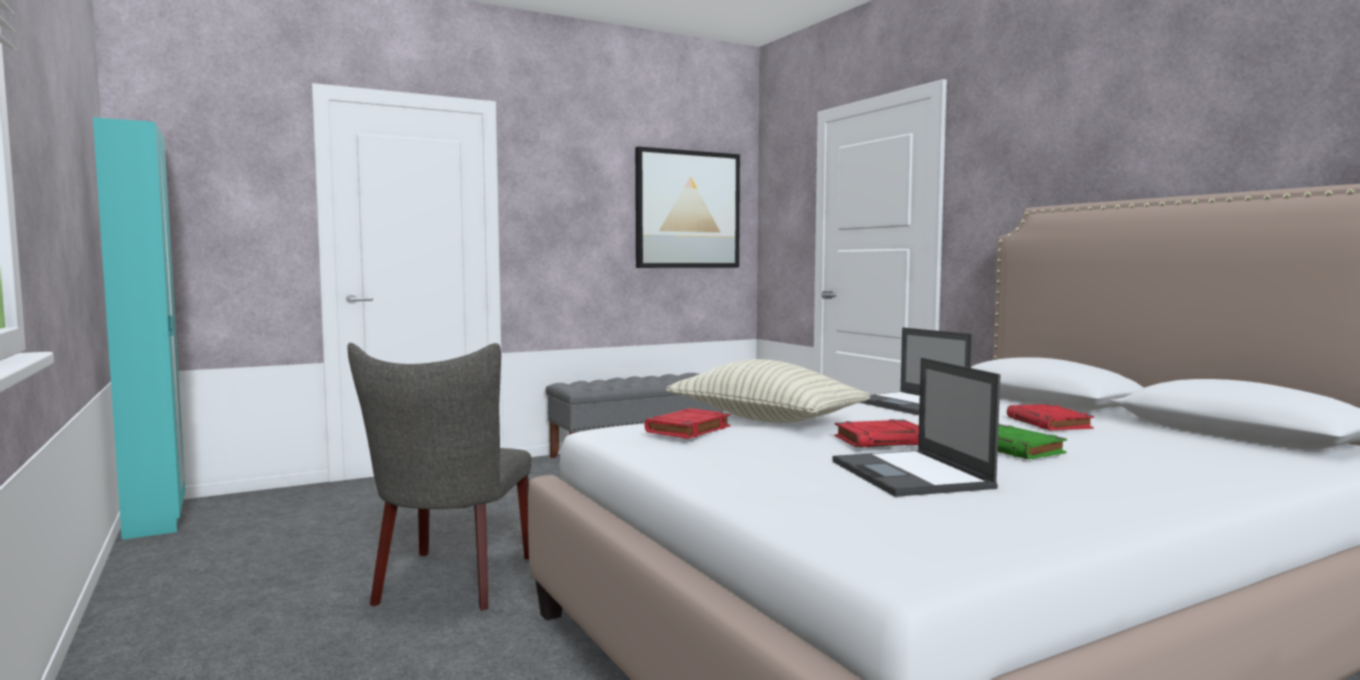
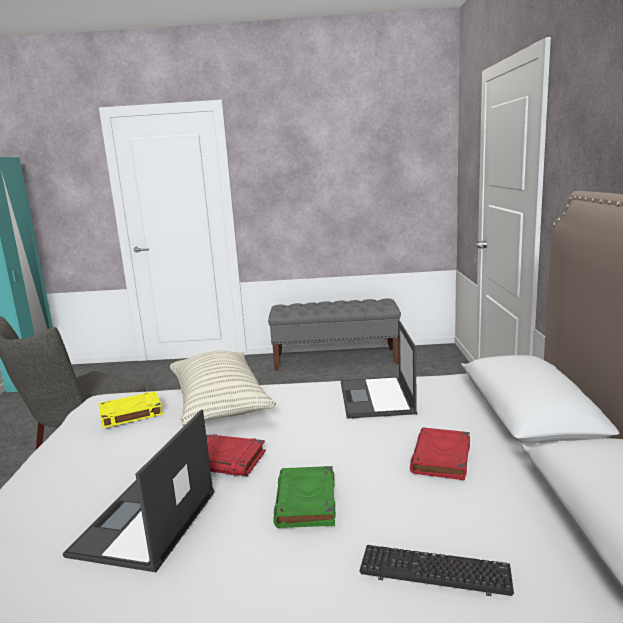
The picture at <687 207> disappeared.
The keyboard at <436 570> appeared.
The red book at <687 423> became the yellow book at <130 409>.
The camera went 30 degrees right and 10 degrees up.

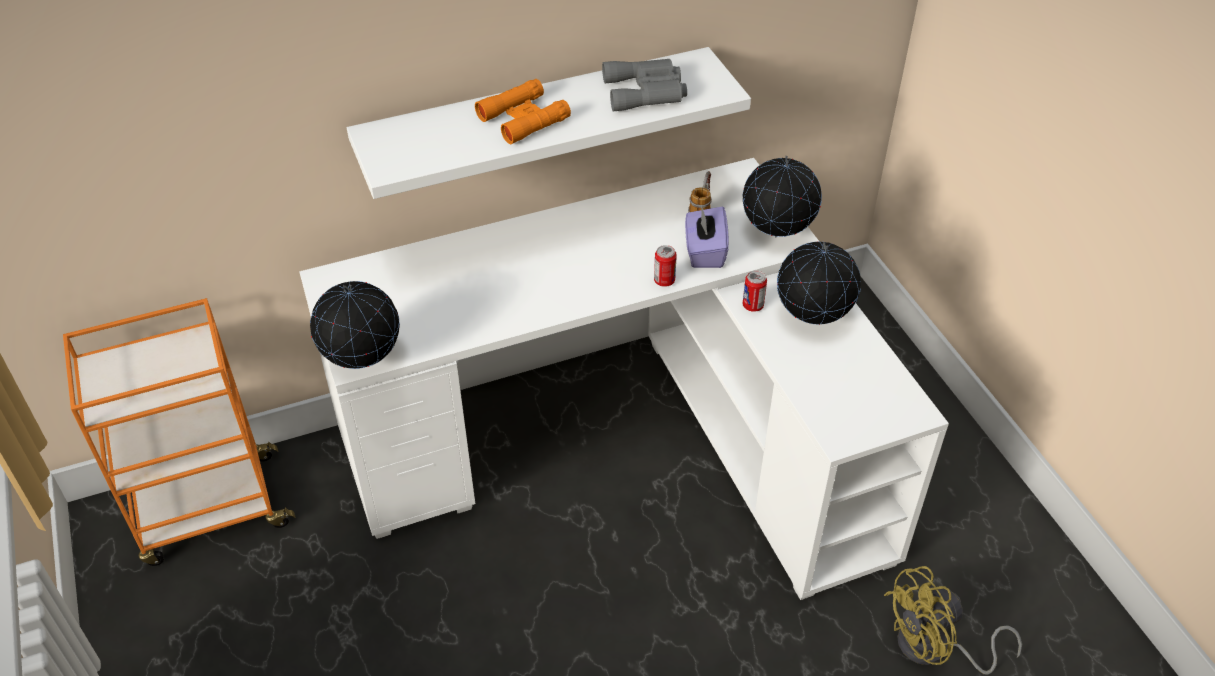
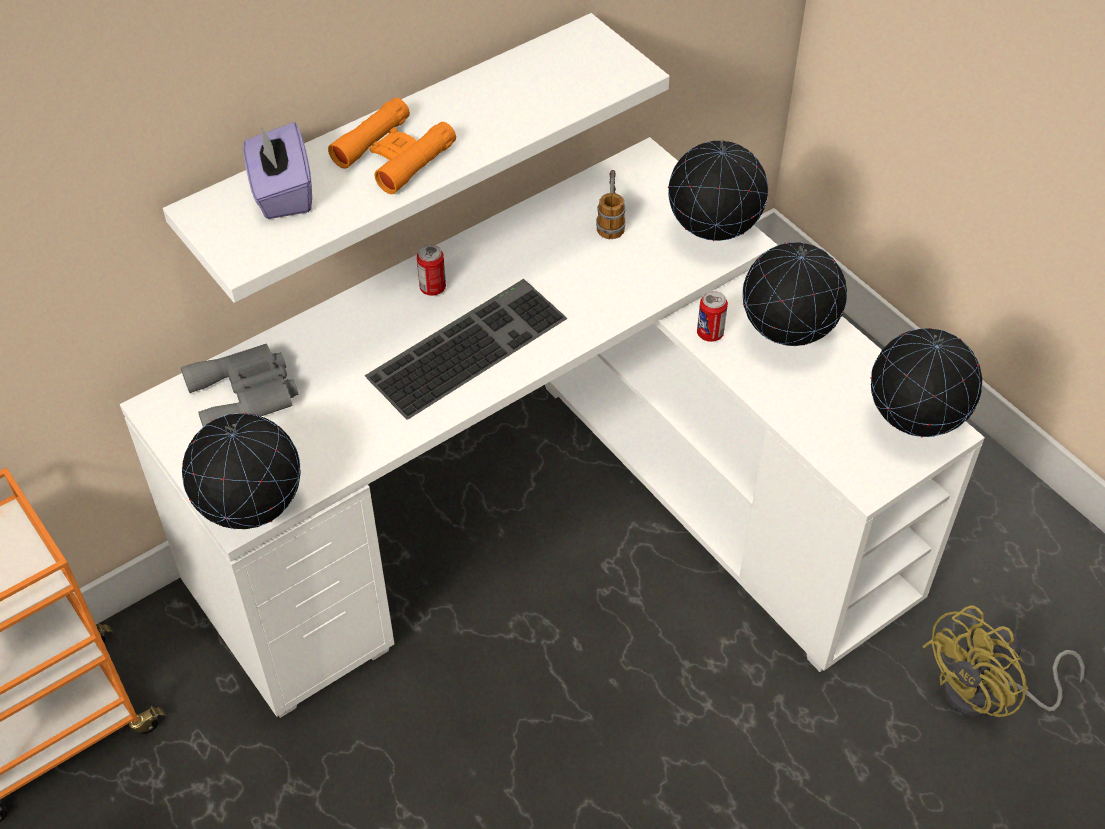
The keyboard at <466 349> appeared.
The globe at <926 383> appeared.
The grey binoculars moved from <644 85> to <239 385>.
The can moved from <665 266> to <431 270>.
The purple tissue box moved from <707 237> to <277 170>.
The camera went 15 degrees left and 5 degrees up.

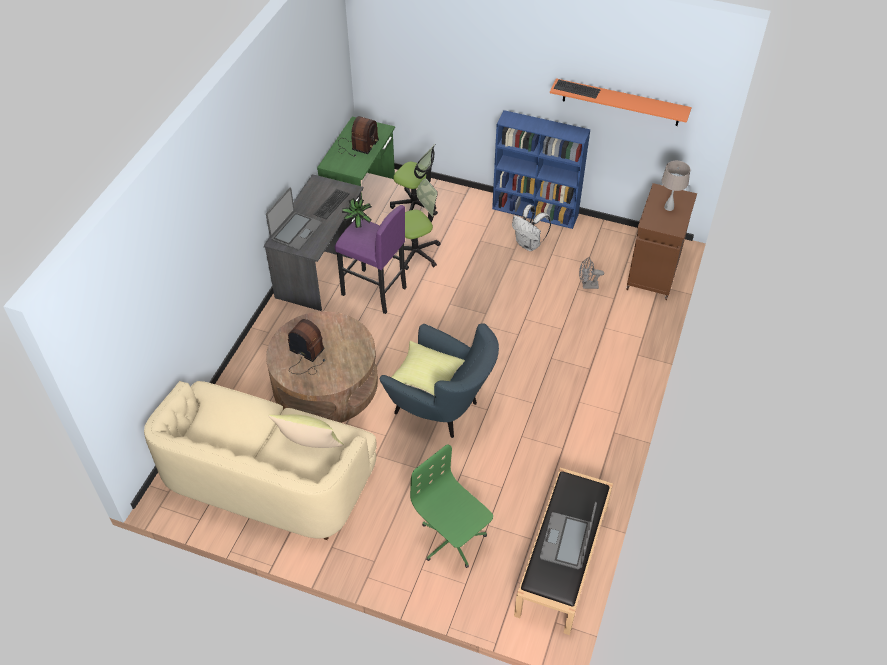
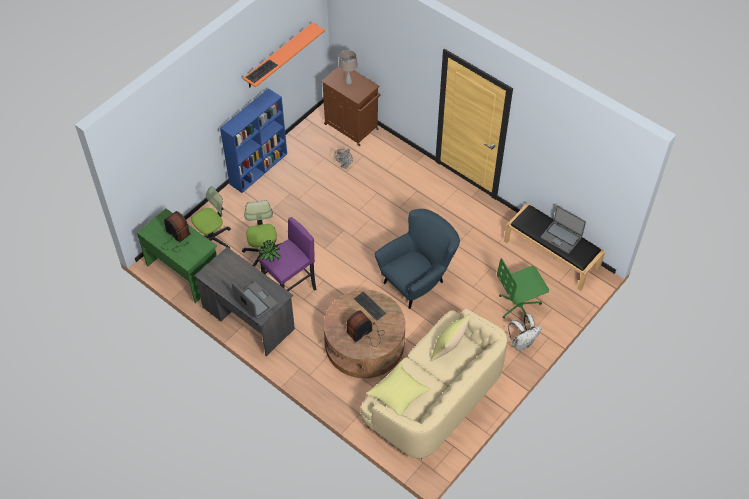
The keyboard moved from <331 204> to <370 306>.
The yellow pillow moved from <428 368> to <398 389>.
The white backpack moved from <531 227> to <525 332>.
The camera went 70 degrees left and 5 degrees up.

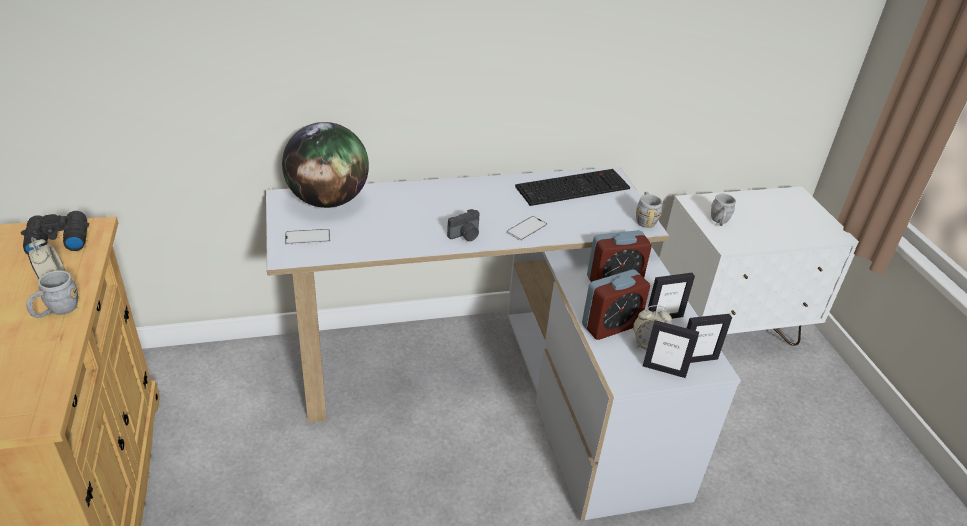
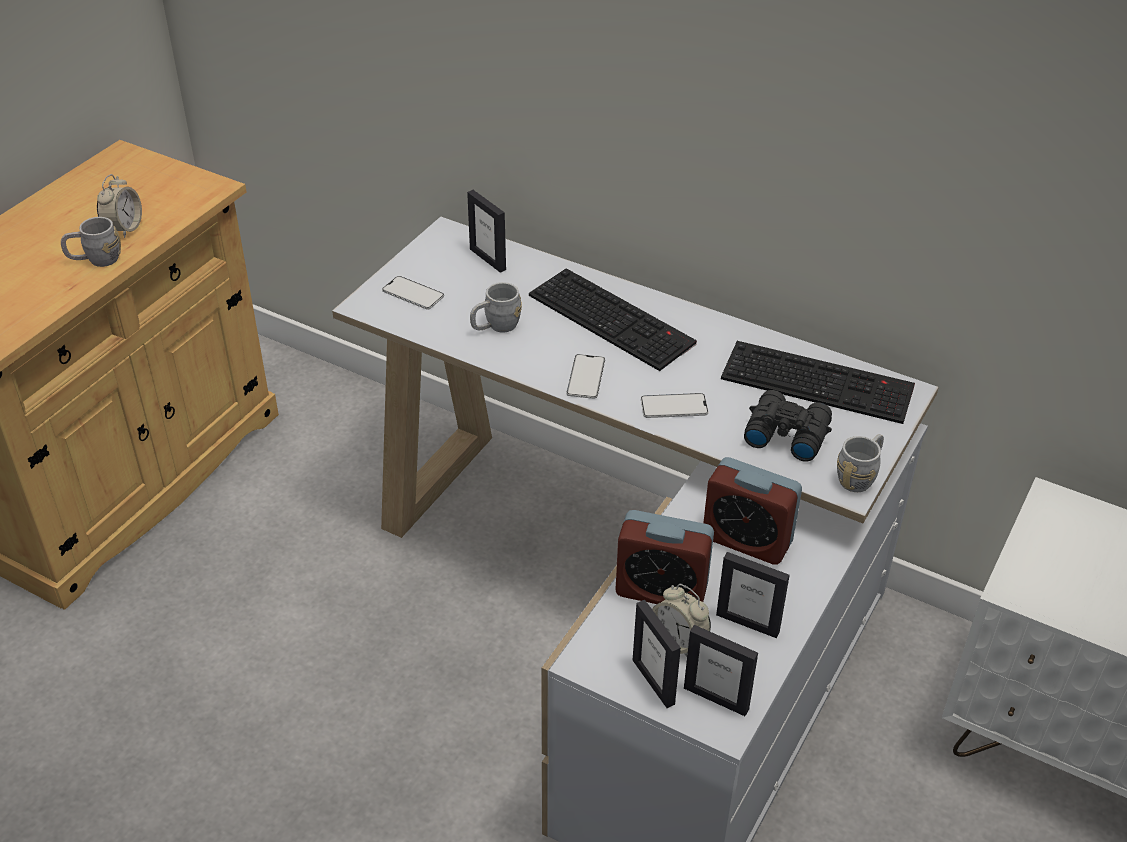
The keyboard at <613 319> appeared.
The black binoculars moved from <55 233> to <788 426>.
The grey mug moved from <723 210> to <496 307>.
The globe at <325 165> was replaced by the picture frame at <486 231>.
The photo camera at <463 225> was replaced by the phone at <585 376>.
The camera went 45 degrees right and 5 degrees up.

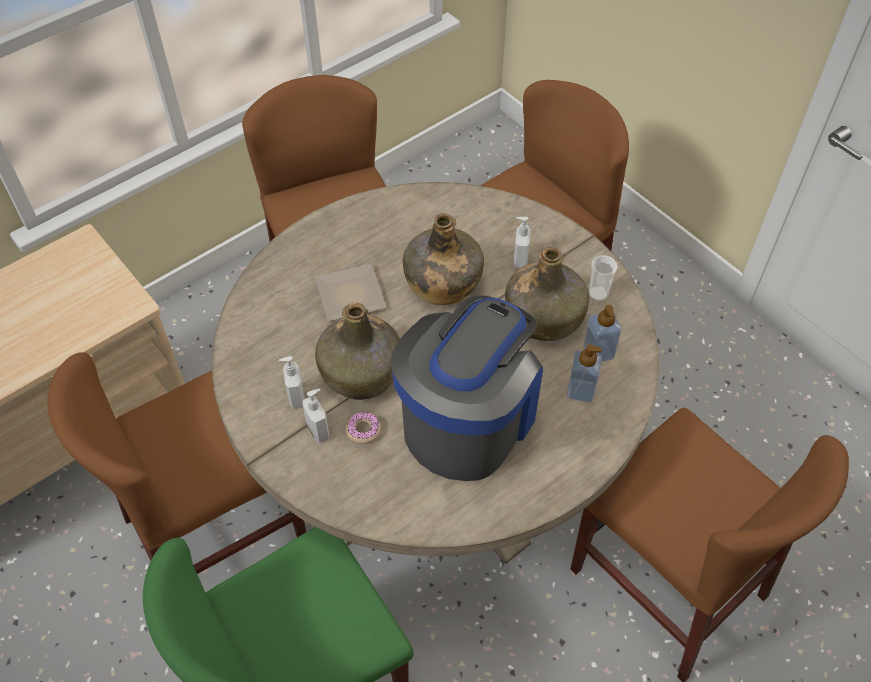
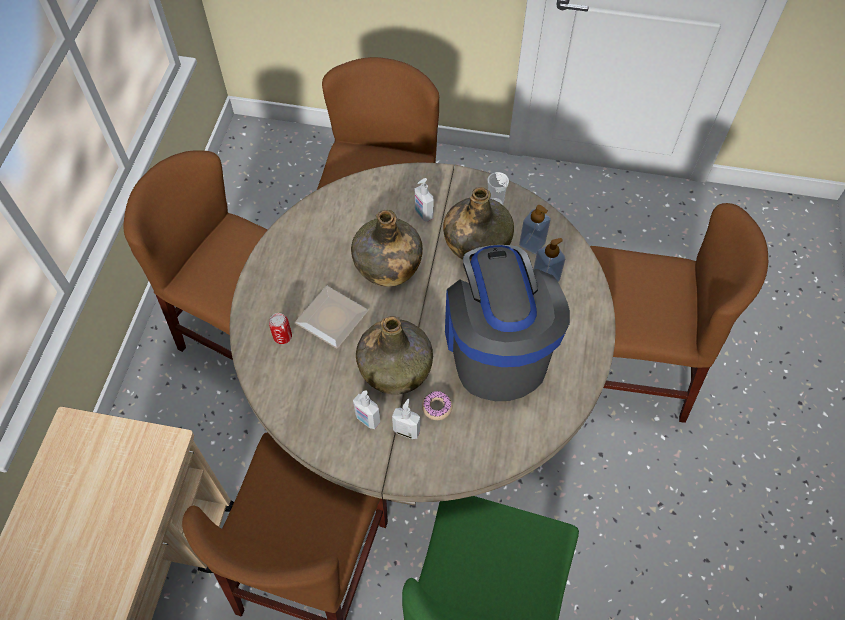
The can at <280 328> appeared.
The camera went 40 degrees left and 5 degrees up.

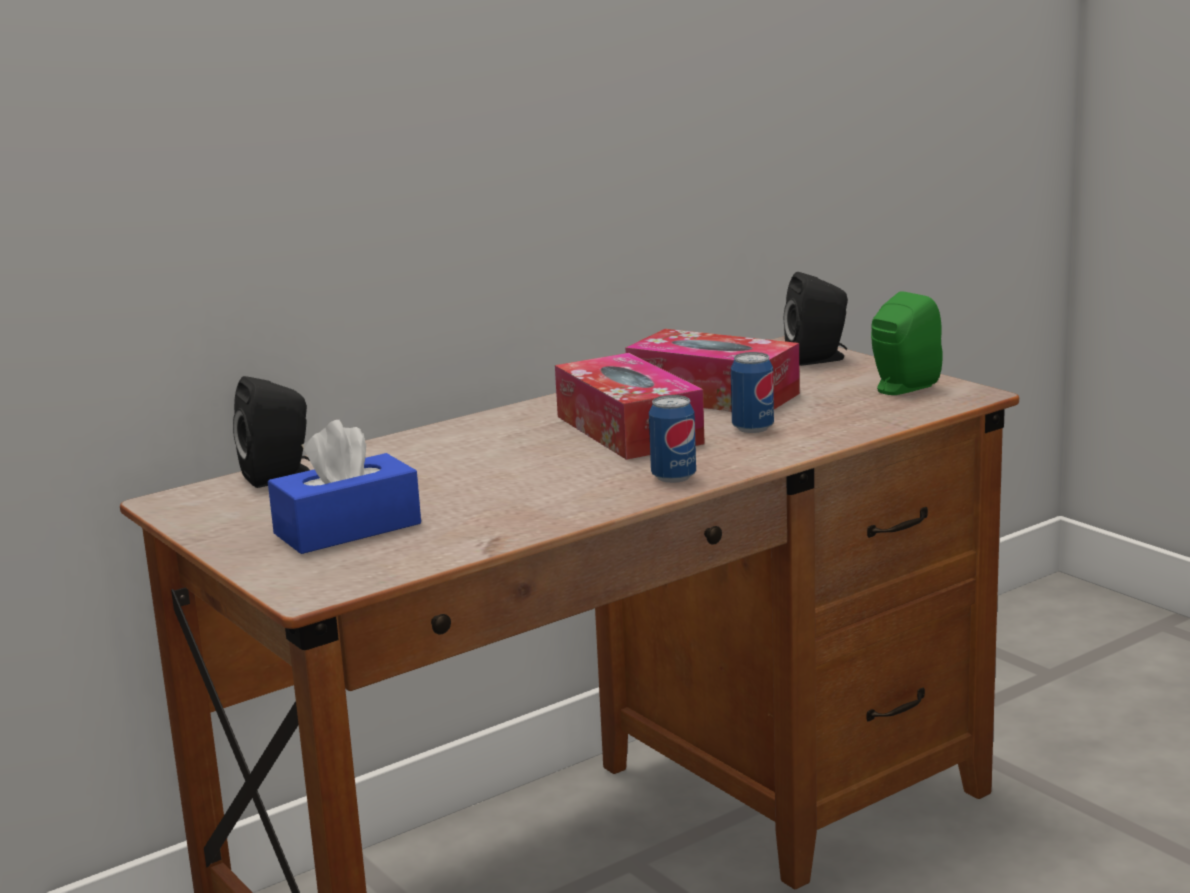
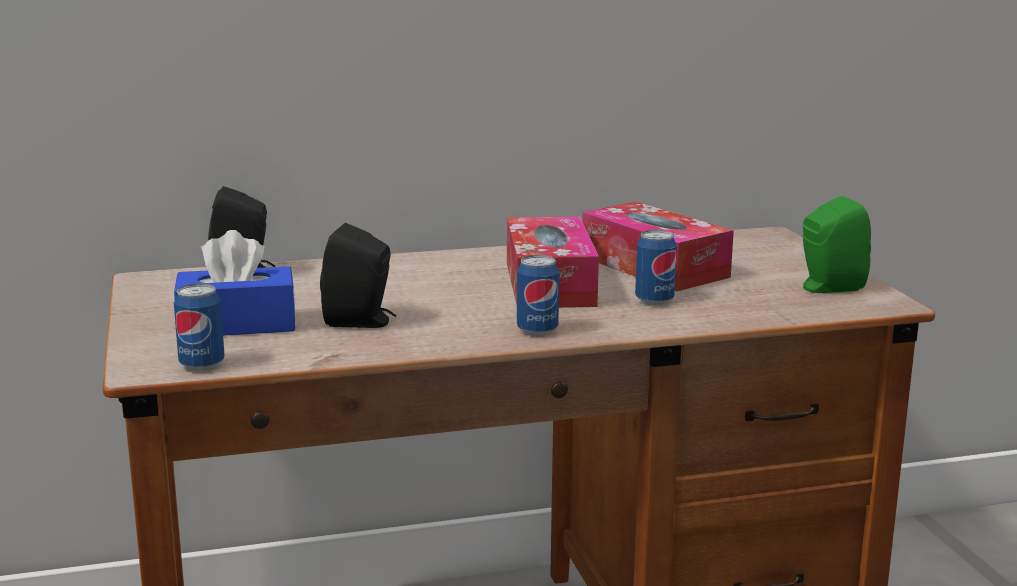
The can at <199 327> appeared.
The black speaker moved from <816 319> to <358 275>.
The camera went 20 degrees right and 0 degrees up.

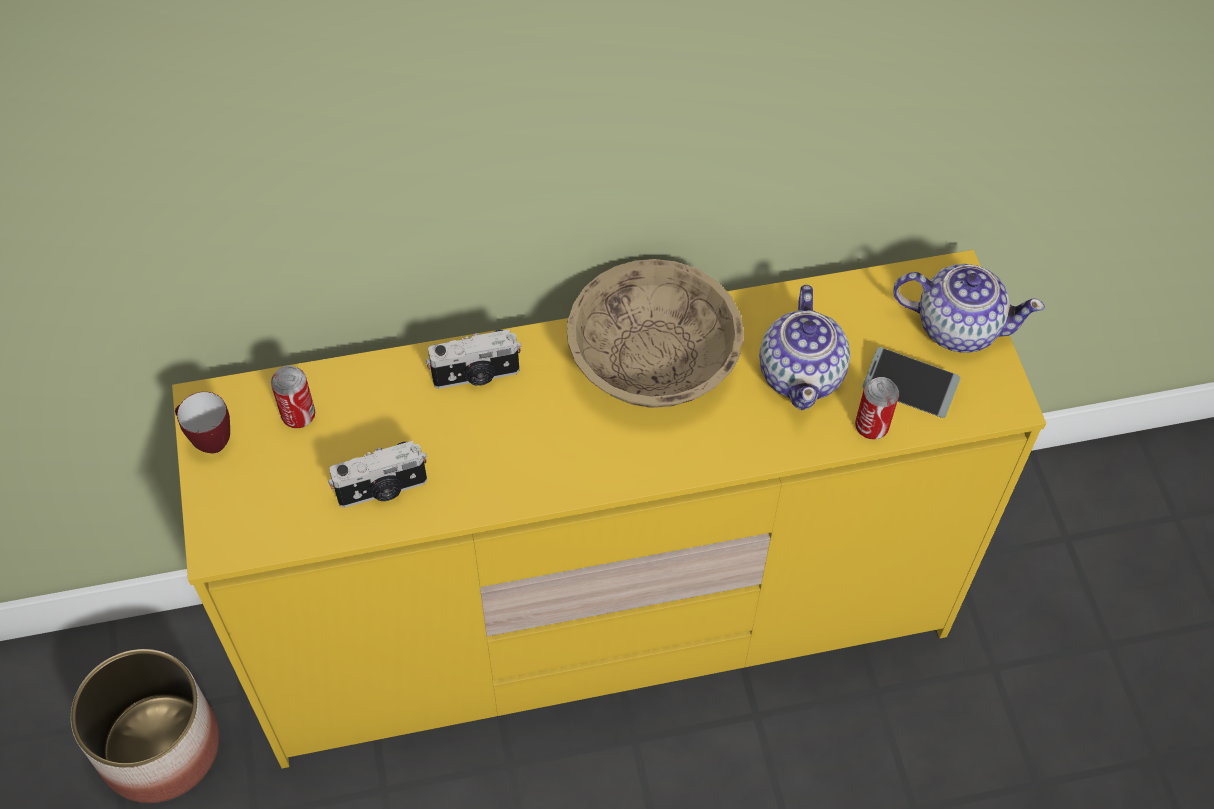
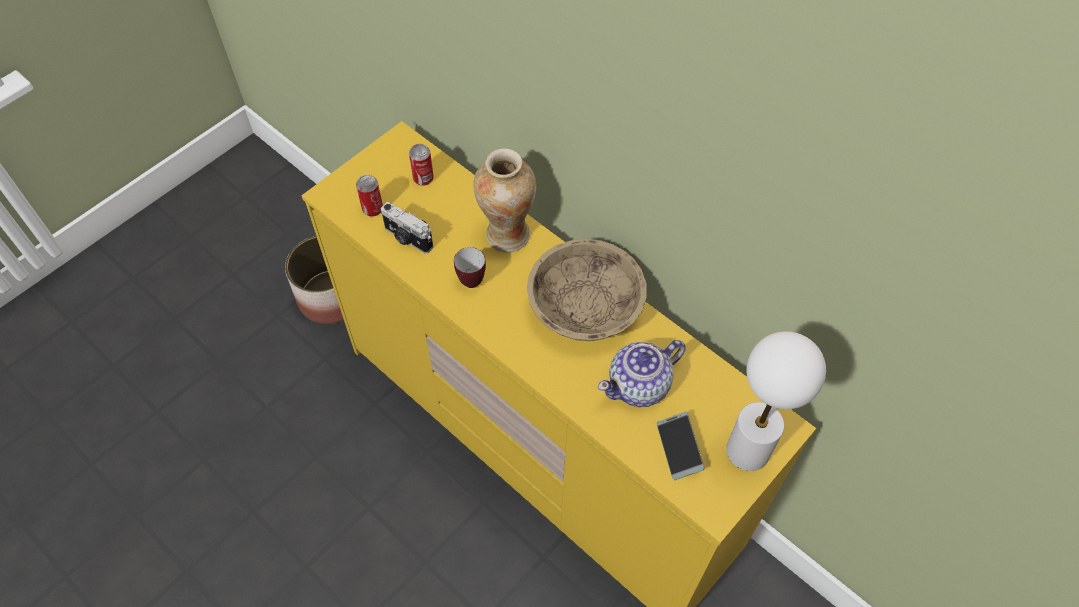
The mug moved from <202 423> to <470 267>.
The can moved from <877 408> to <369 196>.
The photo camera at <474 359> was replaced by the vase at <504 200>.
The teapot at <969 308> was replaced by the white table lamp at <776 401>.
The camera went 55 degrees right and 0 degrees up.

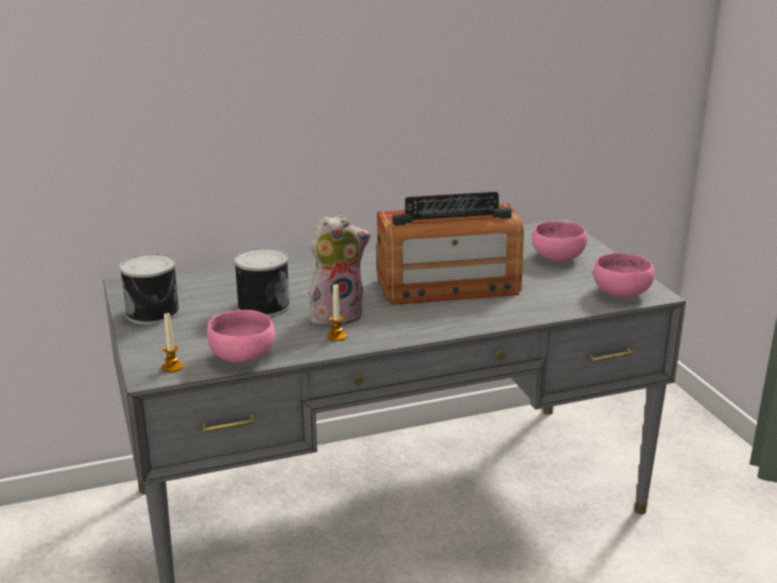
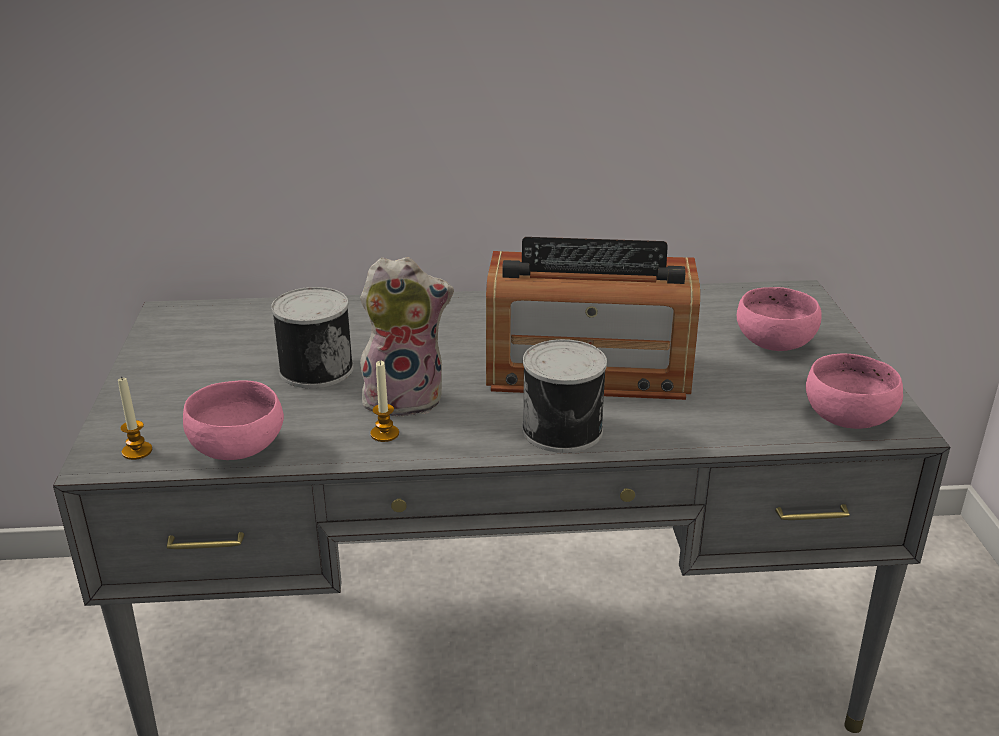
The can moved from <150 289> to <564 396>.
The camera went 15 degrees right and 5 degrees up.

